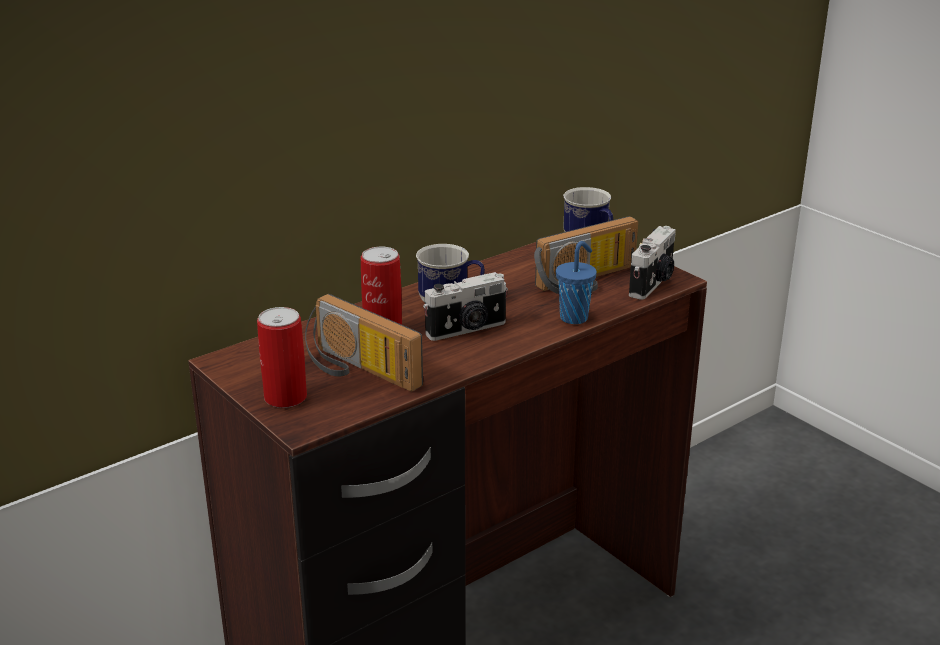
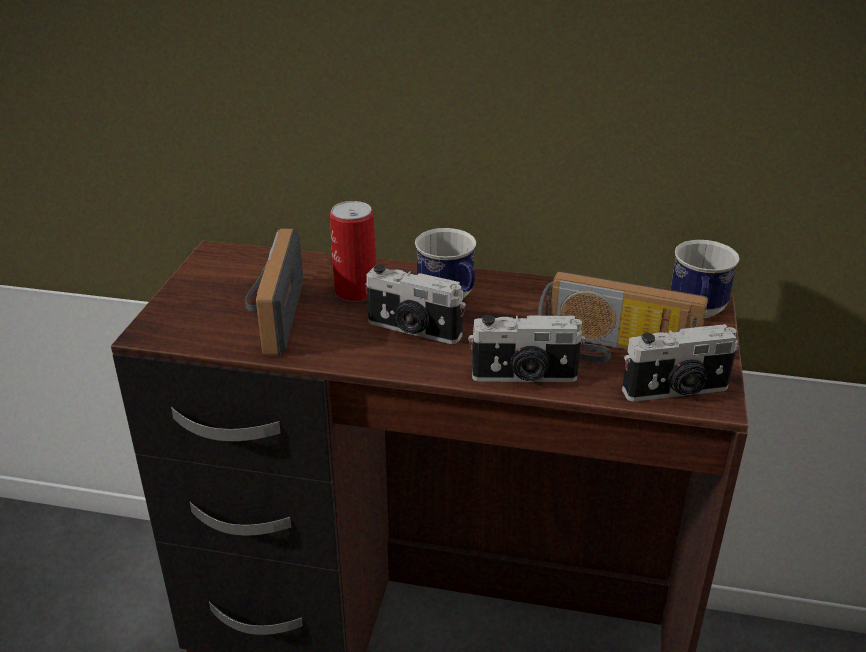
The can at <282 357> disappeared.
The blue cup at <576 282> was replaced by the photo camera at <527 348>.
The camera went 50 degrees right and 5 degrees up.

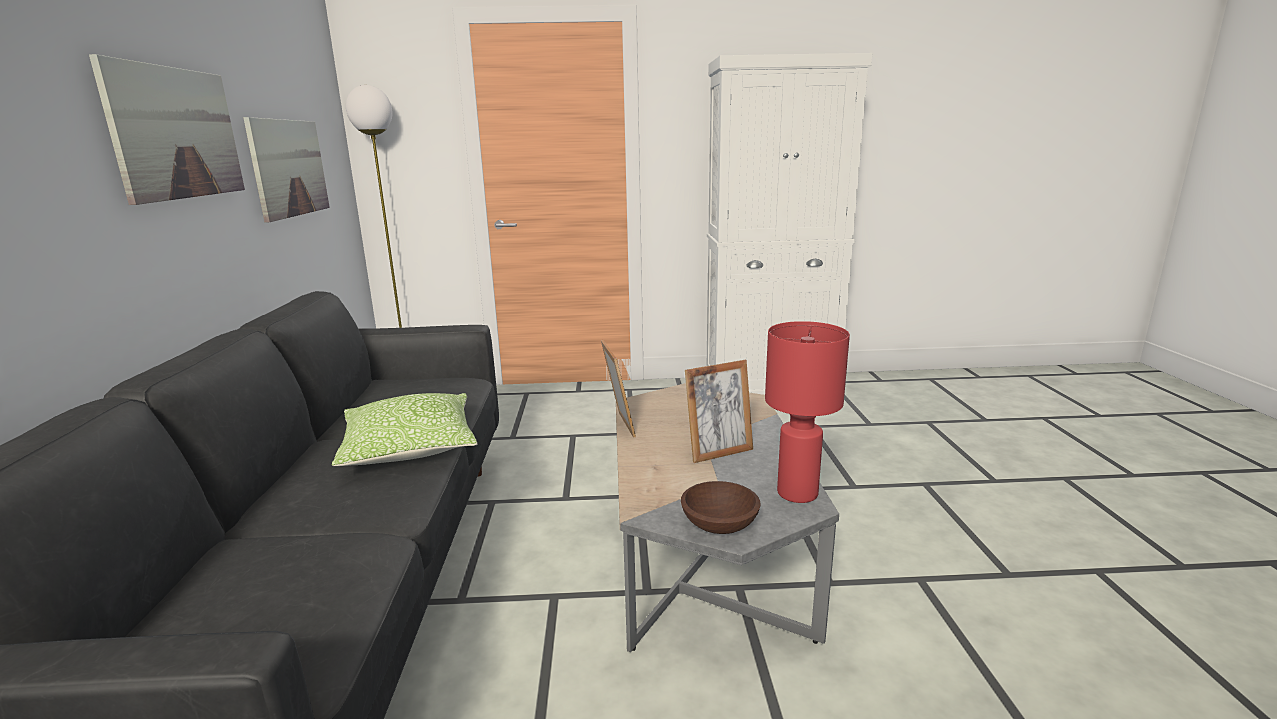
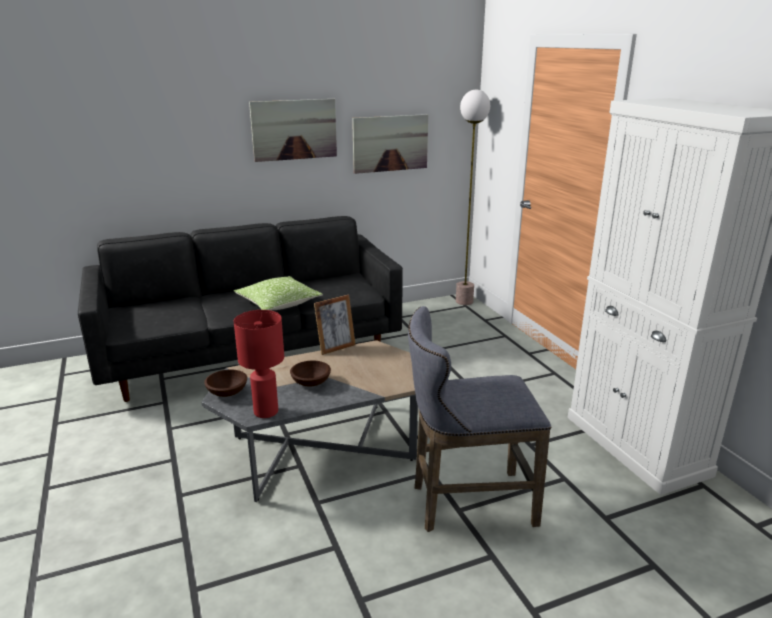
The grey stool at <479 419> appeared.
The picture frame at <719 411> was replaced by the brown bowl at <310 373>.
The camera went 70 degrees right and 5 degrees up.

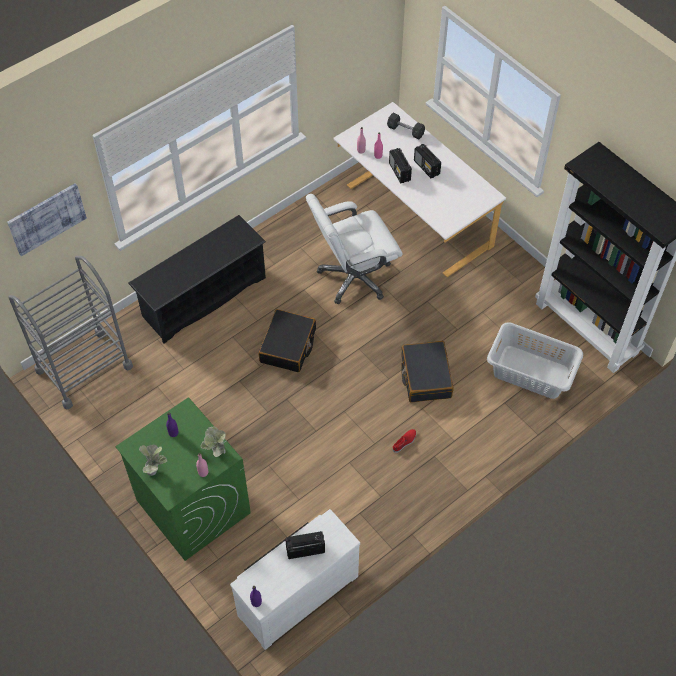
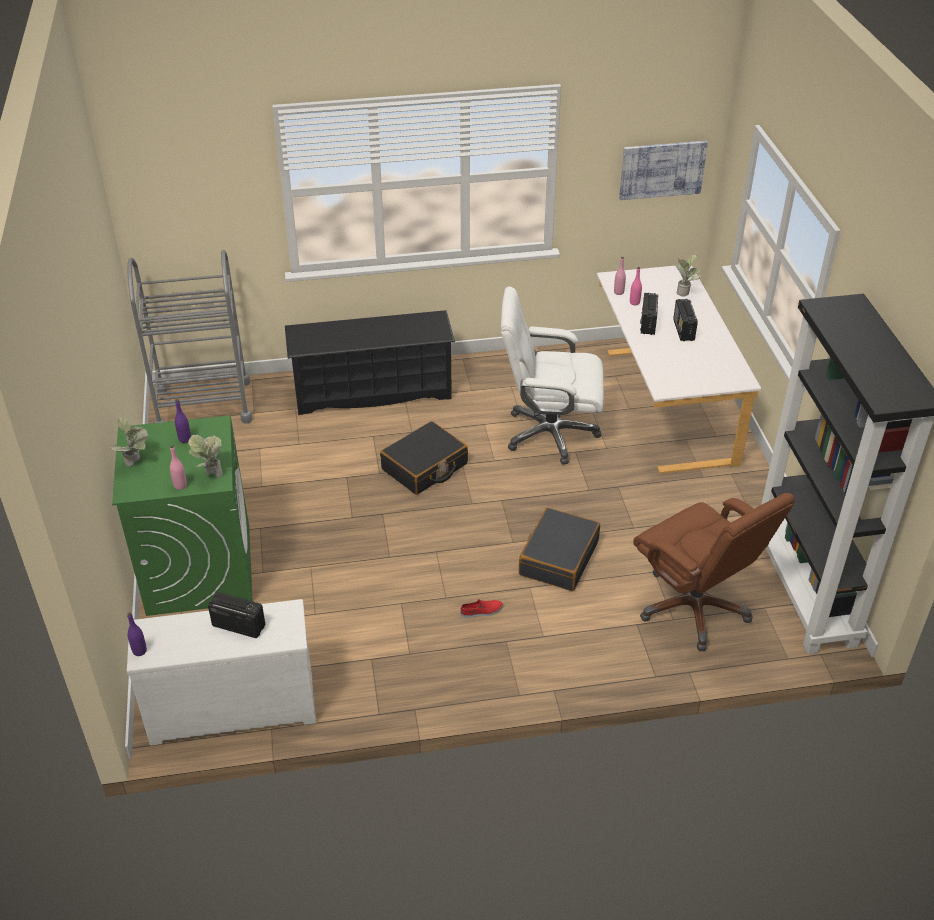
The picture moved from <47 219> to <663 170>.
The grey dumbbell at <406 126> was replaced by the potted plant at <688 275>.
The grey laundry basket at <535 361> was replaced by the brown office chair at <714 572>.
The camera went 30 degrees right and 15 degrees down.

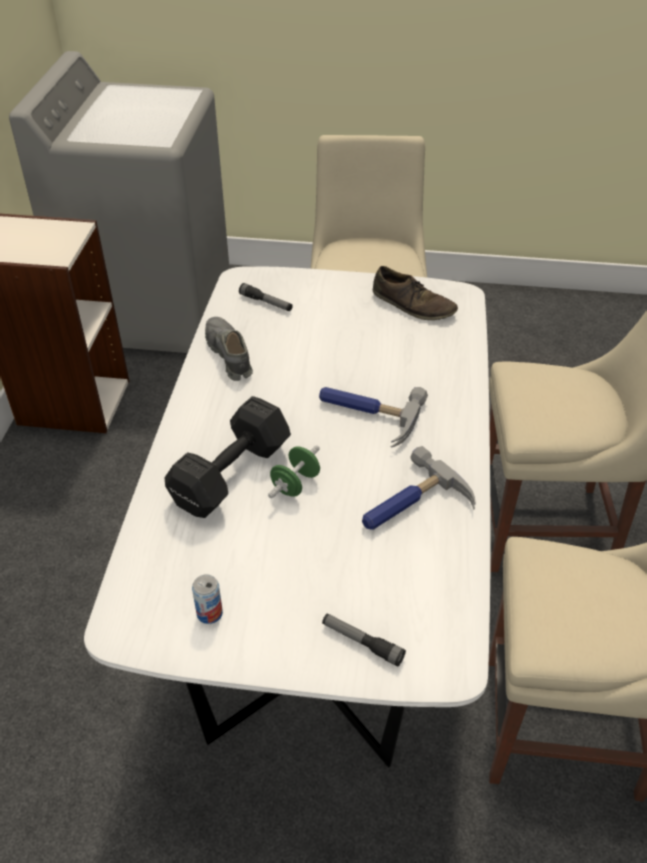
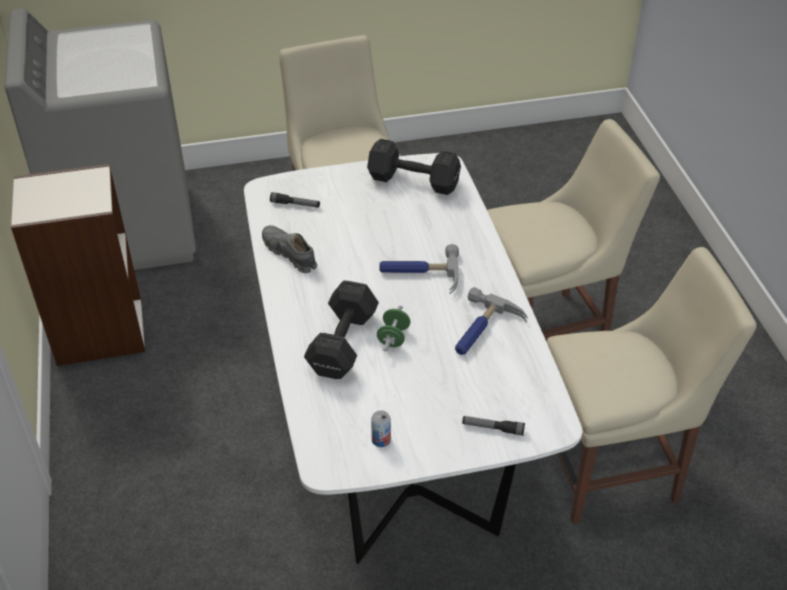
The brown shoe at <415 293> was replaced by the black dumbbell at <414 167>.
The camera went 20 degrees left and 0 degrees up.

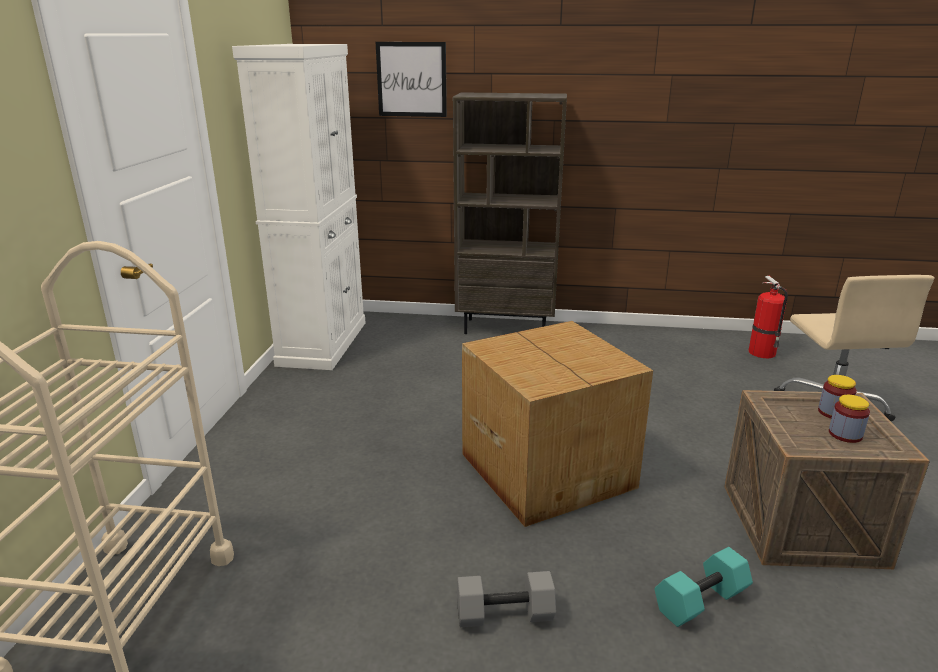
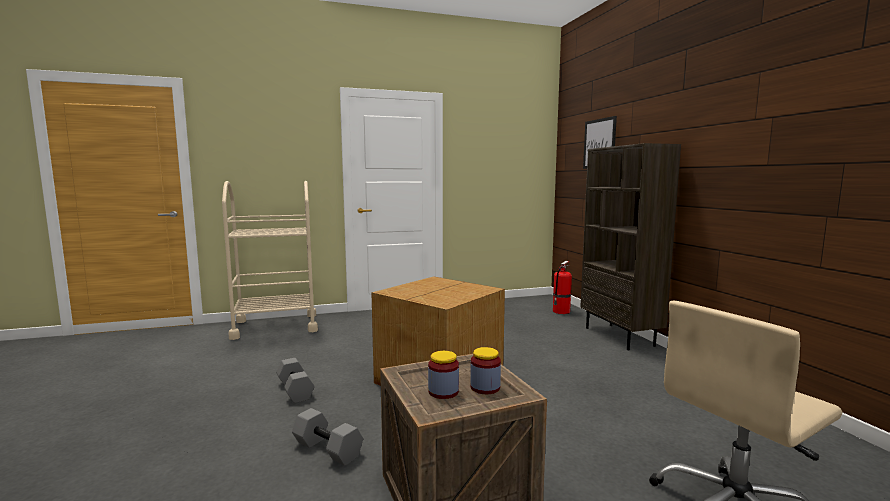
The white cabinet at <298 207> disappeared.
The fire extinguisher moved from <768 317> to <562 287>.
The turquoise dumbbell at <704 587> became the grey dumbbell at <327 437>.
The camera went 65 degrees right and 15 degrees down.

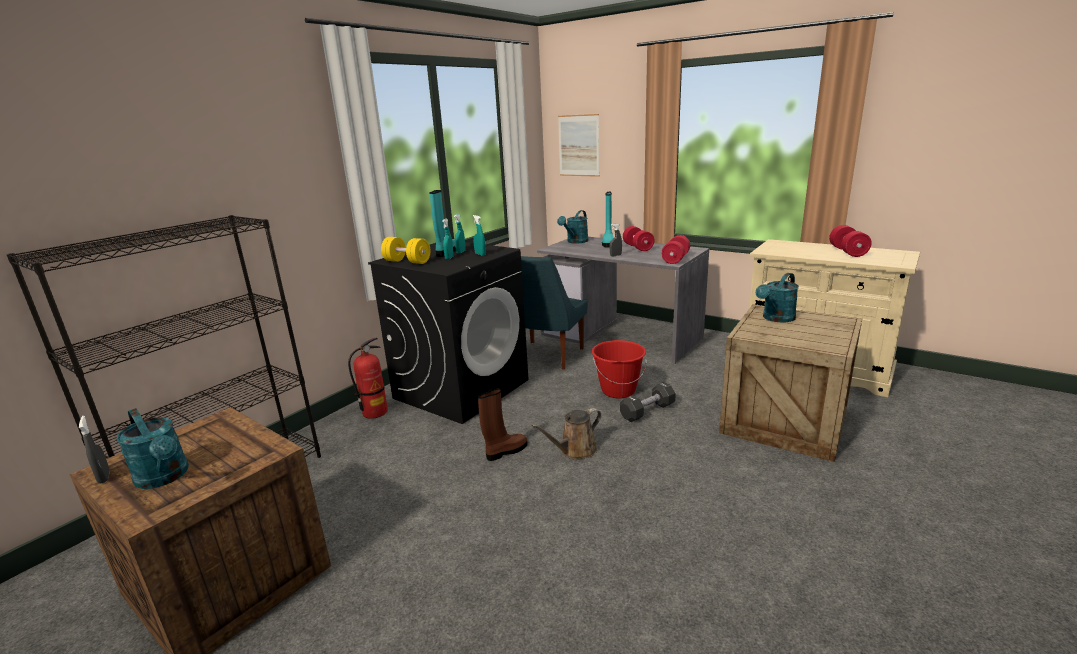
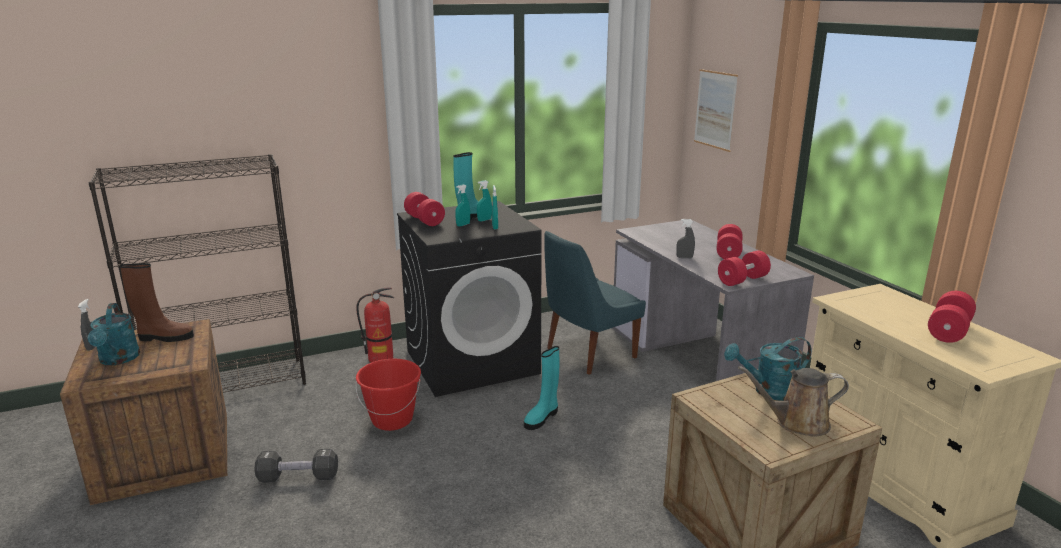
The turquoise watering can at <573 226> disappeared.
The brown boot moved from <503 424> to <157 302>.
The brown watering can moved from <566 433> to <793 401>.
The red bucket moved from <619 369> to <388 395>.
The turquoise boot moved from <608 220> to <541 388>.
The black dumbbell moved from <648 402> to <296 466>.
The yellow dumbbell at <405 250> became the red dumbbell at <424 209>.
The camera went 30 degrees right and 0 degrees up.

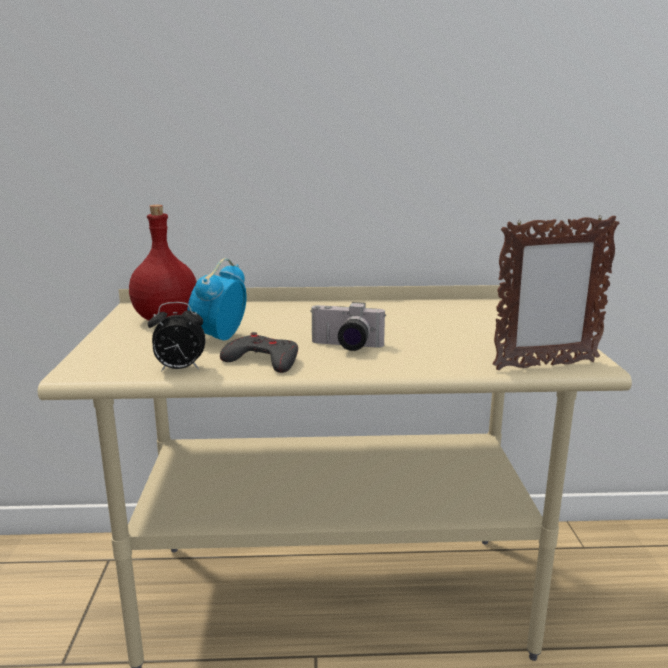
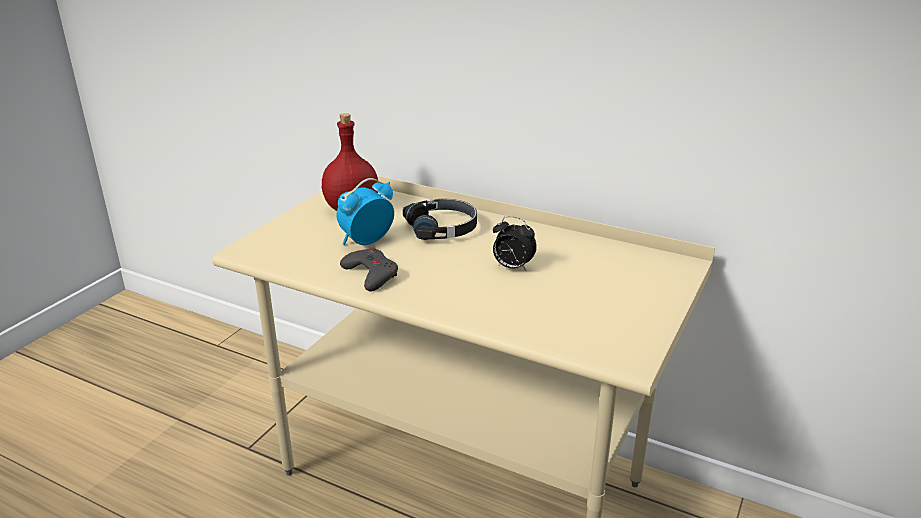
The photo camera at <348 326> disappeared.
The picture frame at <556 292> disappeared.
The black headphones at <440 219> appeared.
The alarm clock moved from <177 336> to <515 243>.
The camera went 30 degrees right and 10 degrees up.

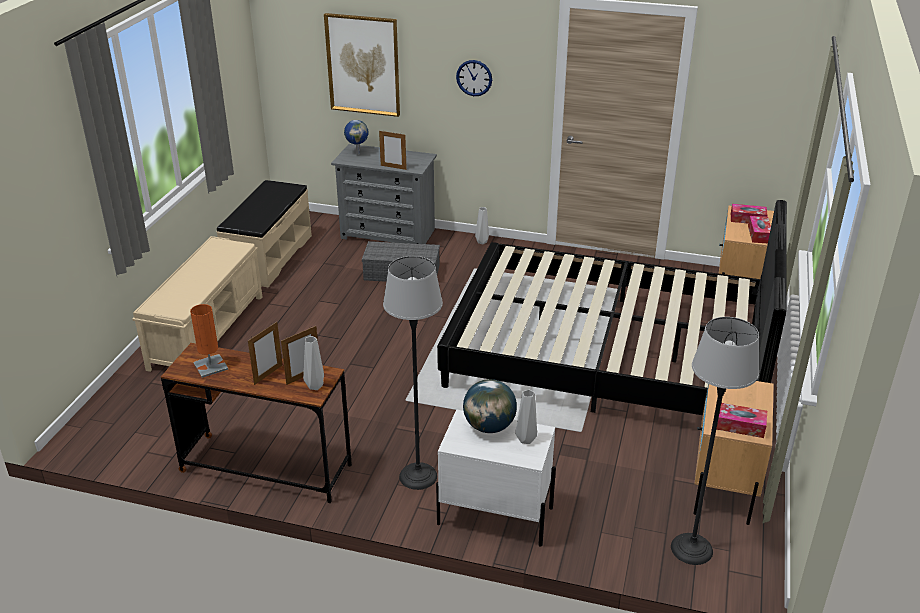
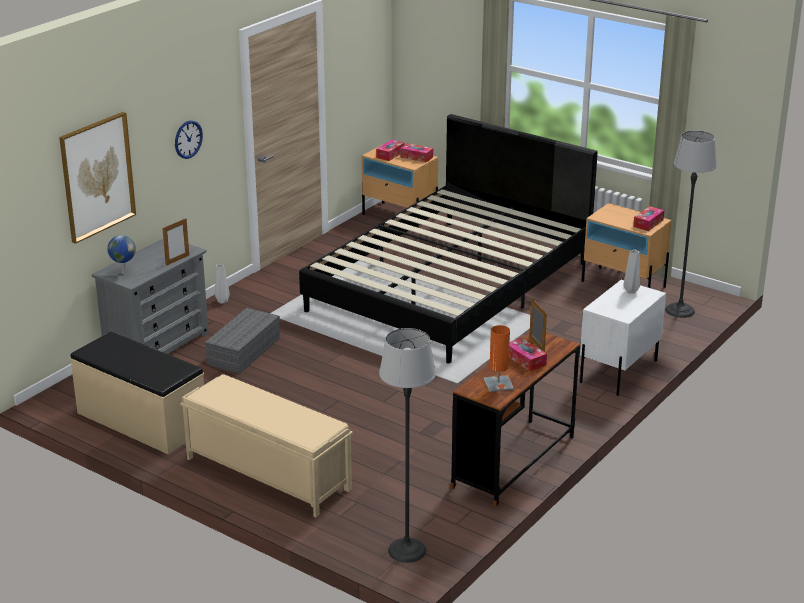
The grey vase at <313 363> disappeared.
The globe at <490 406> disappeared.
The floor lamp moved from <413 373> to <407 445>.
The picture frame at <265 353> was replaced by the tissue box at <528 355>.
The camera went 70 degrees left and 5 degrees down.

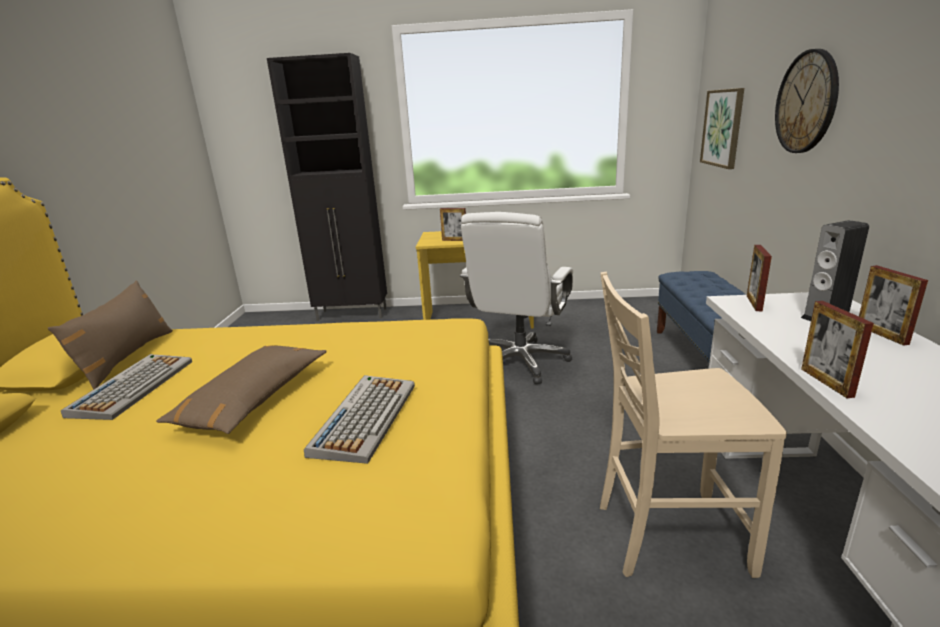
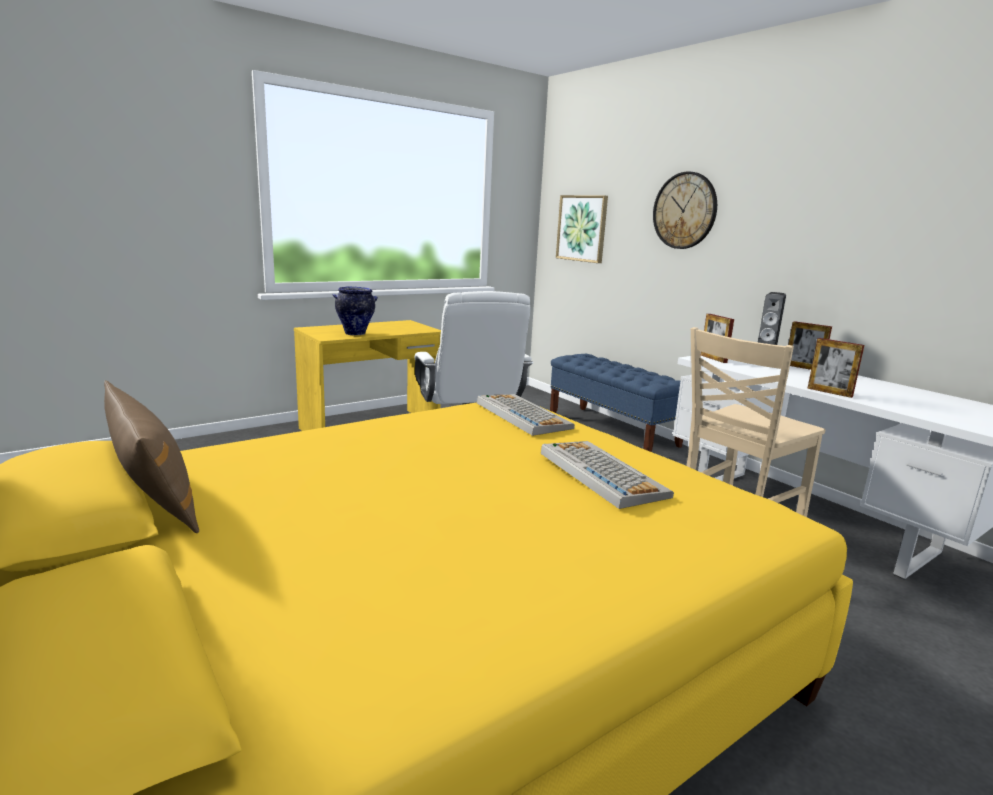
The brown pillow at <241 389> disappeared.
The black cabinet at <327 187> disappeared.
The keyboard moved from <126 387> to <526 415>.
The picture frame at <453 224> was replaced by the vase at <355 311>.
The camera went 40 degrees left and 5 degrees down.

